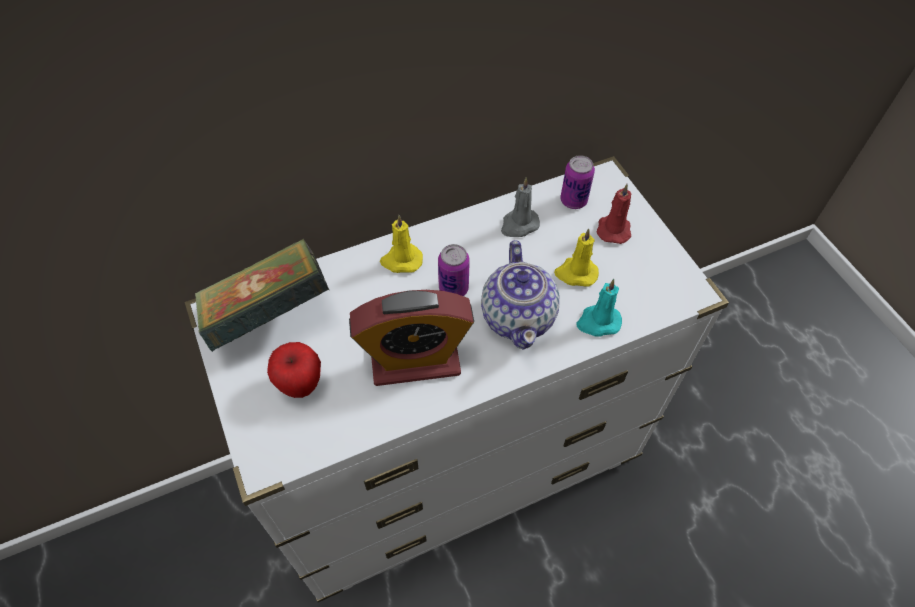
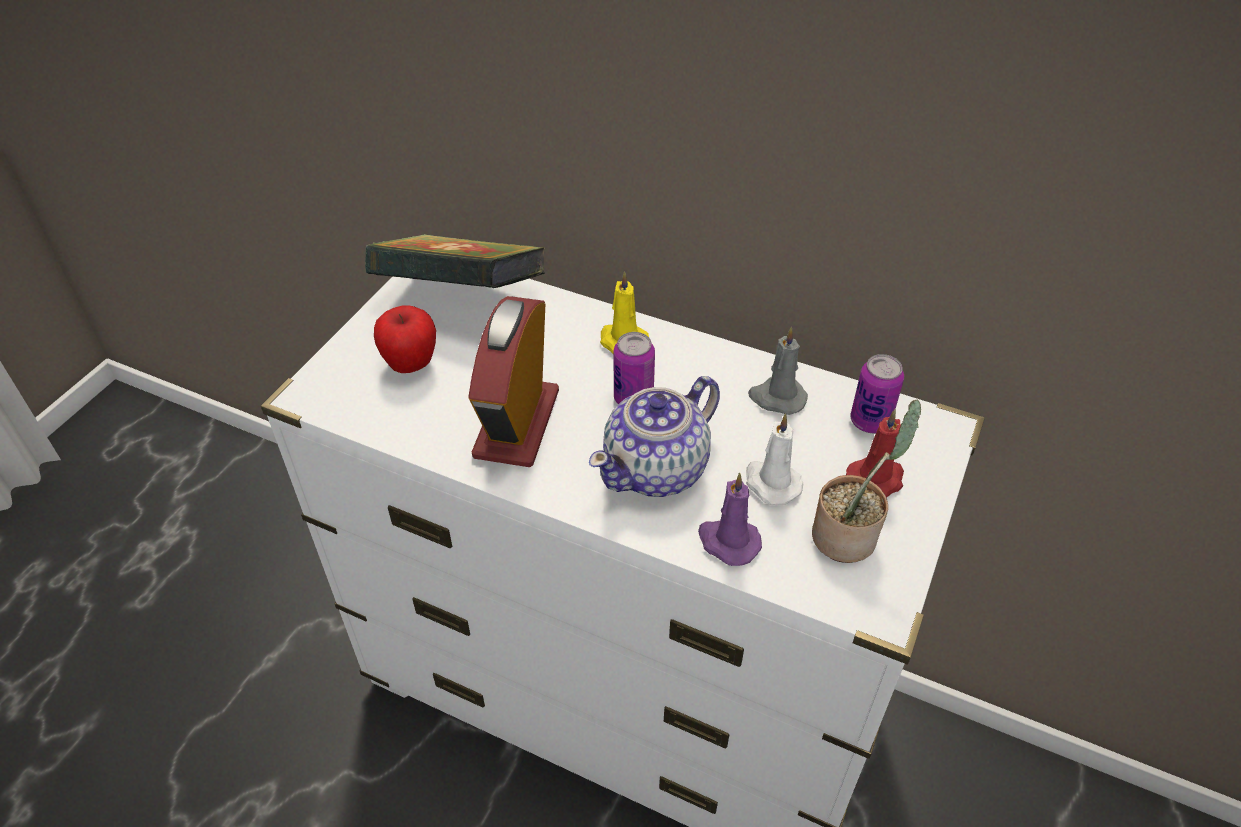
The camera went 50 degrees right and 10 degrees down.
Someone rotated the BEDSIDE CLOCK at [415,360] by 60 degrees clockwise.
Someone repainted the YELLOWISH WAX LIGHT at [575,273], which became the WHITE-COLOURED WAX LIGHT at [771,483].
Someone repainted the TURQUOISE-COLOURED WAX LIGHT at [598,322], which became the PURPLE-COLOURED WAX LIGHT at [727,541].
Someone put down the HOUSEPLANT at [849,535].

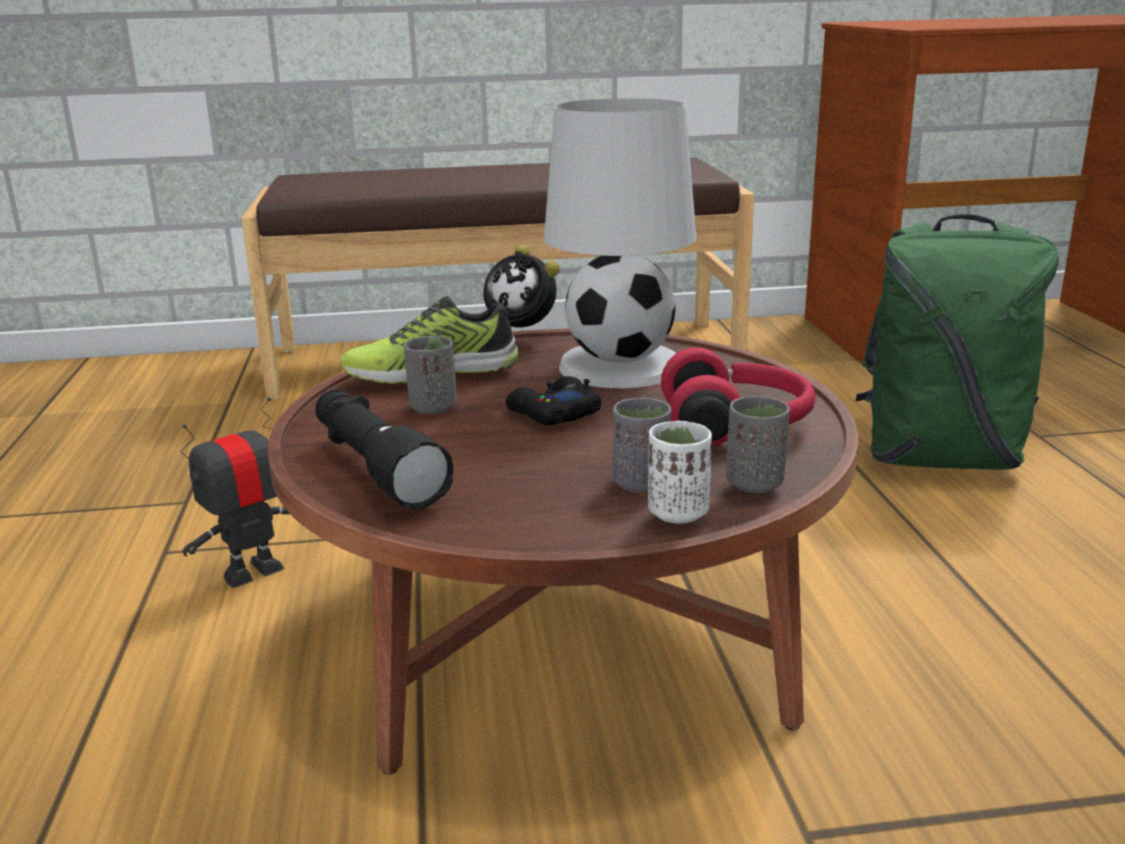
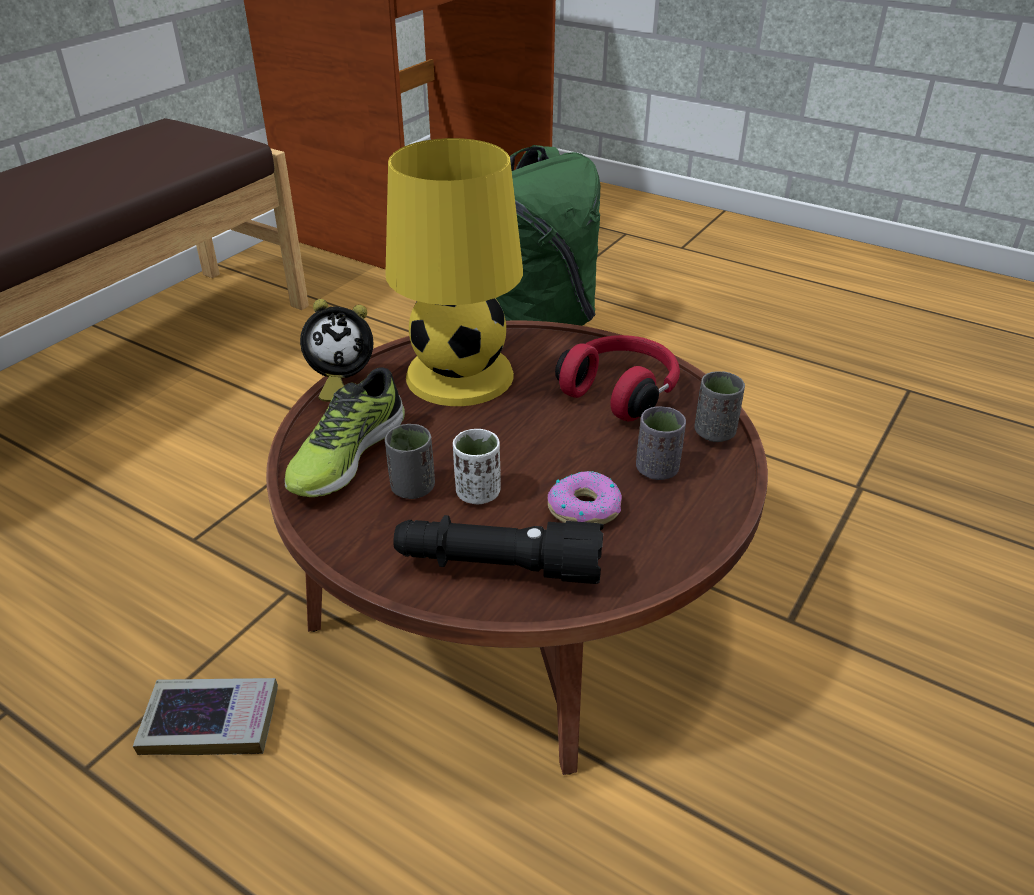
The camera went 50 degrees left and 15 degrees up.
Someone swapped the TOY ROBOT at [252,572] for the VOLUME at [211,722].
Someone took away the BLACKISH JOYPAD at [553,413].
Someone repainted the WHITE-COLOURED TABLE LAMP at [618,366], which became the YELLOWISH TABLE LAMP at [458,375].
Someone carried the WHITE-COLOURED SMALL CUP from [678,513] to [478,493].
Someone put down the DONUT at [584,508].

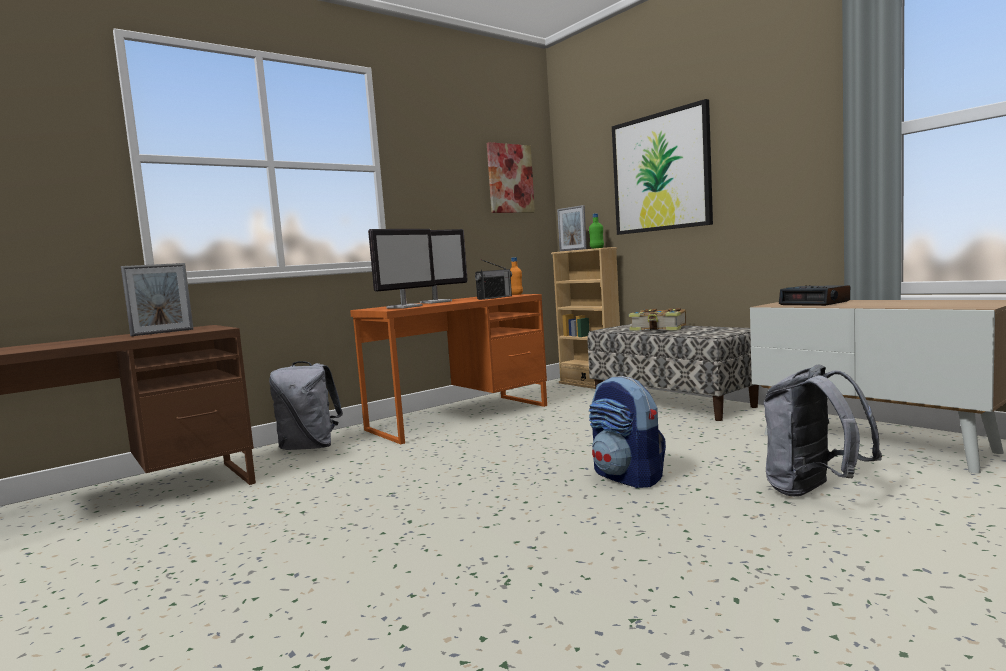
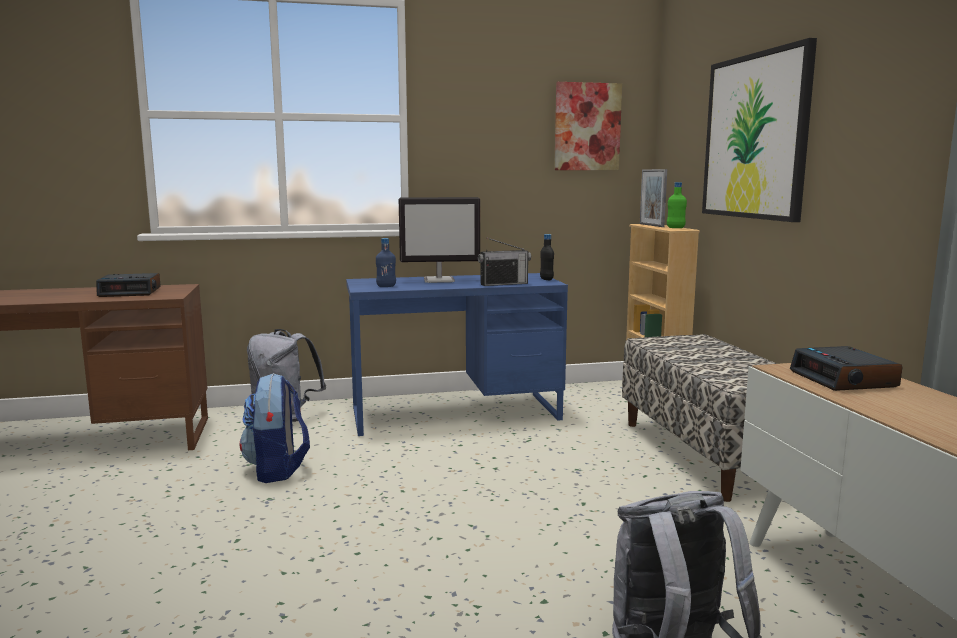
The camera went 25 degrees right and 5 degrees up.
Someone swapped the PHOTO FRAME at [162,332] for the BEDSIDE CLOCK at [131,292].
Someone repainted the ORANGE-COLOURED DESK at [460,417], which became the BLUE-COLOURED DESK at [456,413].
Someone swapped the COMPUTER SCREEN at [405,307] for the BLUE-COLOURED DRINK BOTTLE at [386,286].
Someone repainted the ORANGE-COLOURED DRINK BOTTLE at [516,294], which became the BLACKISH DRINK BOTTLE at [546,279].
Someone carried the RUCKSACK from [628,477] to [277,469].
Someone took away the VOLUME at [659,329].

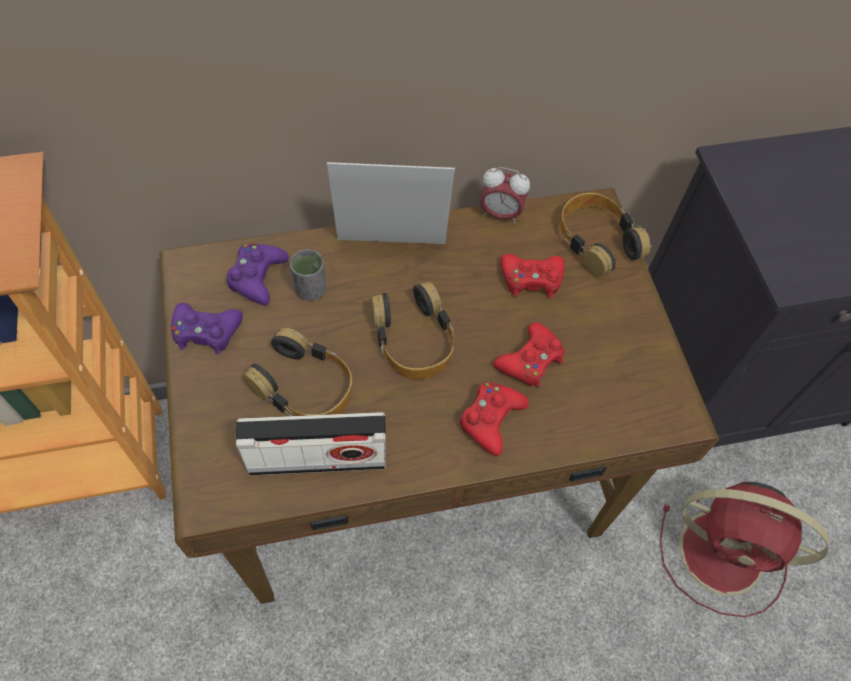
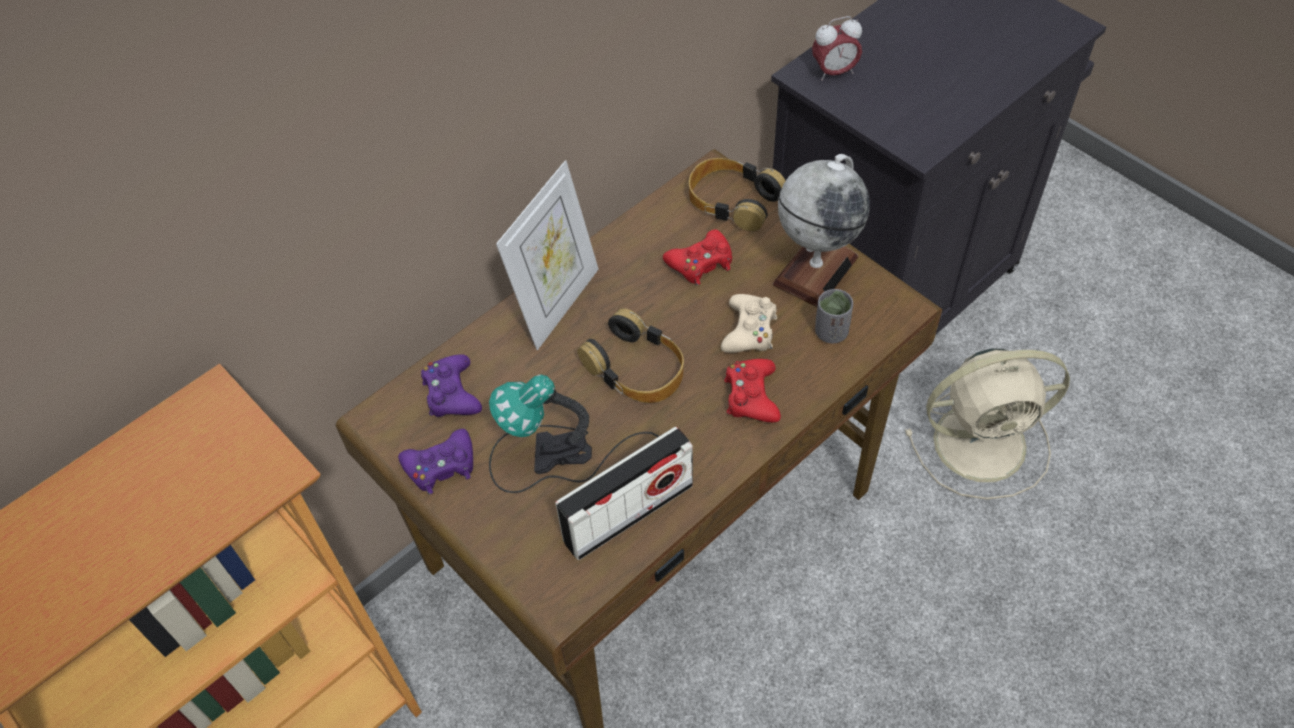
The camera went 25 degrees left and 5 degrees down.
Someone swapped the HEADSET at [304,386] for the TABLE LAMP at [569,460].
Someone carried the GREY SMALL CUP from [310,289] to [831,332].
Someone rotated the PHOTO FRAME at [391,250] by 150 degrees clockwise.
Someone carried the BEDSIDE CLOCK from [500,214] to [834,72].
Someone repainted the RED-COLOURED JOYPAD at [530,361], which became the BEIGE-COLOURED JOYPAD at [749,330].
Someone repainted the RED-COLOURED ELECTRIC FAN at [725,554], which became the BEIGE-COLOURED ELECTRIC FAN at [984,442].
Someone put down the WORLD GLOBE at [815,270].

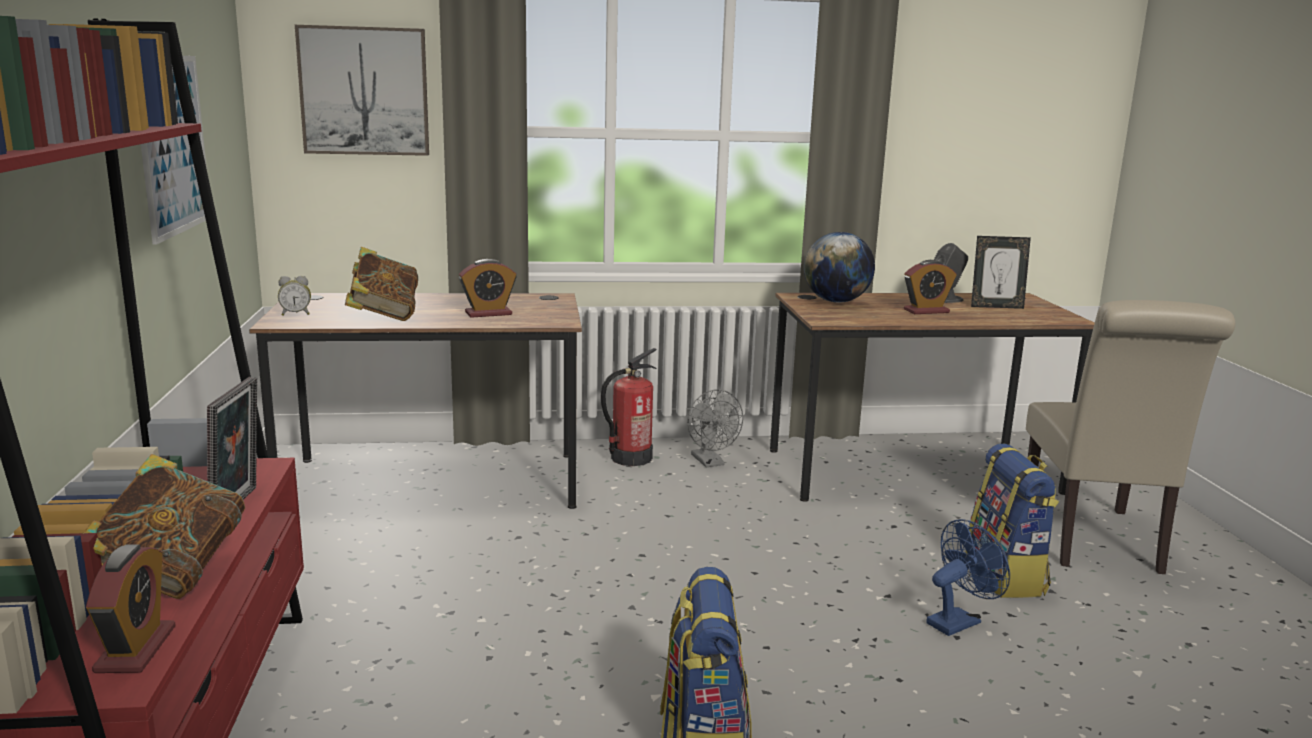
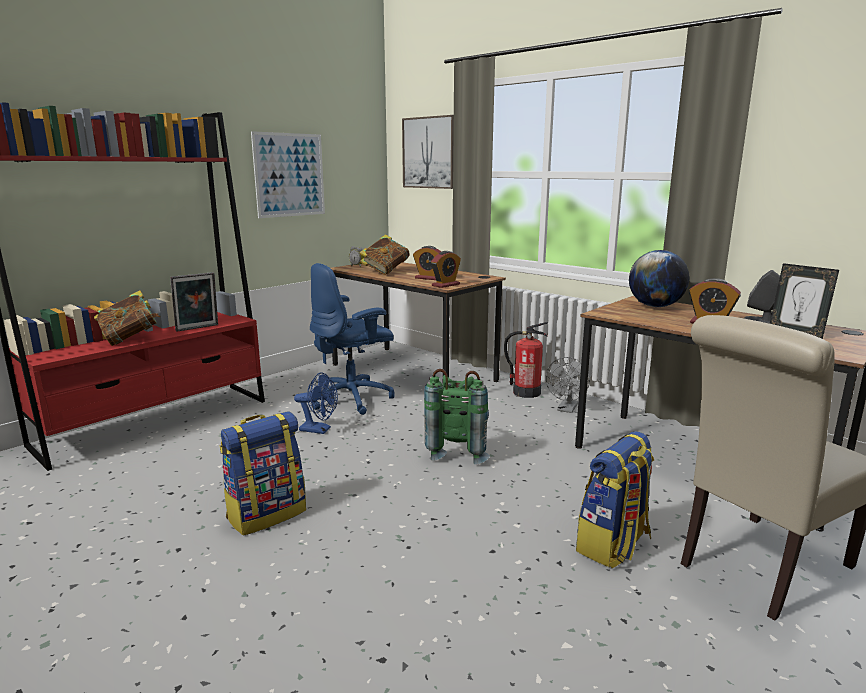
The camera went 50 degrees right and 0 degrees up.
Someone carried the BEDSIDE CLOCK from [136,649] to [445,285].
Someone carried the BLUE-COLOURED ELECTRIC FAN from [958,621] to [319,430].
Someone put down the BLUE-COLOURED OFFICE CHAIR at [353,399].
Someone put down the GREEN RUCKSACK at [458,450].

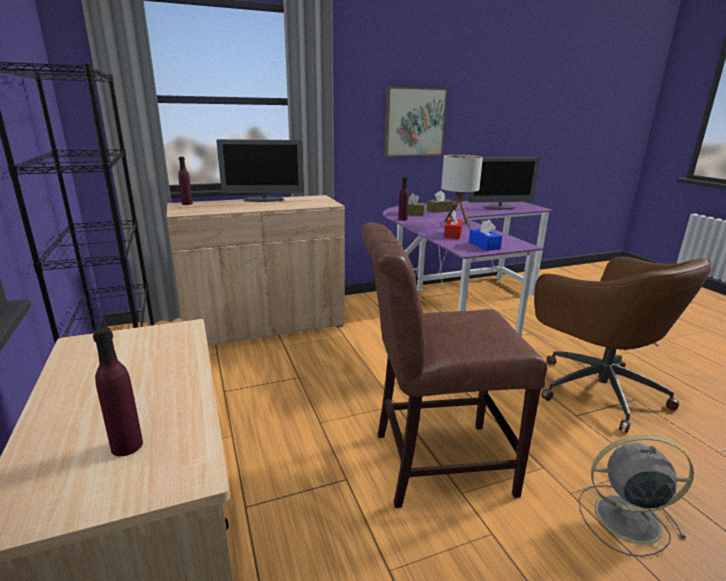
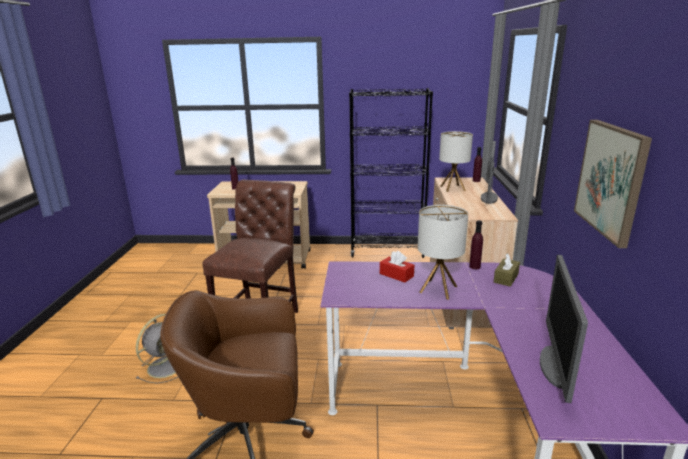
The camera went 115 degrees right and 0 degrees up.
Someone took away the BROWN TISSUE HOLDER at [439,210].
Someone took away the BLUE-COLOURED TISSUE HOLDER at [484,245].
Someone put down the TABLE LAMP at [452,188].

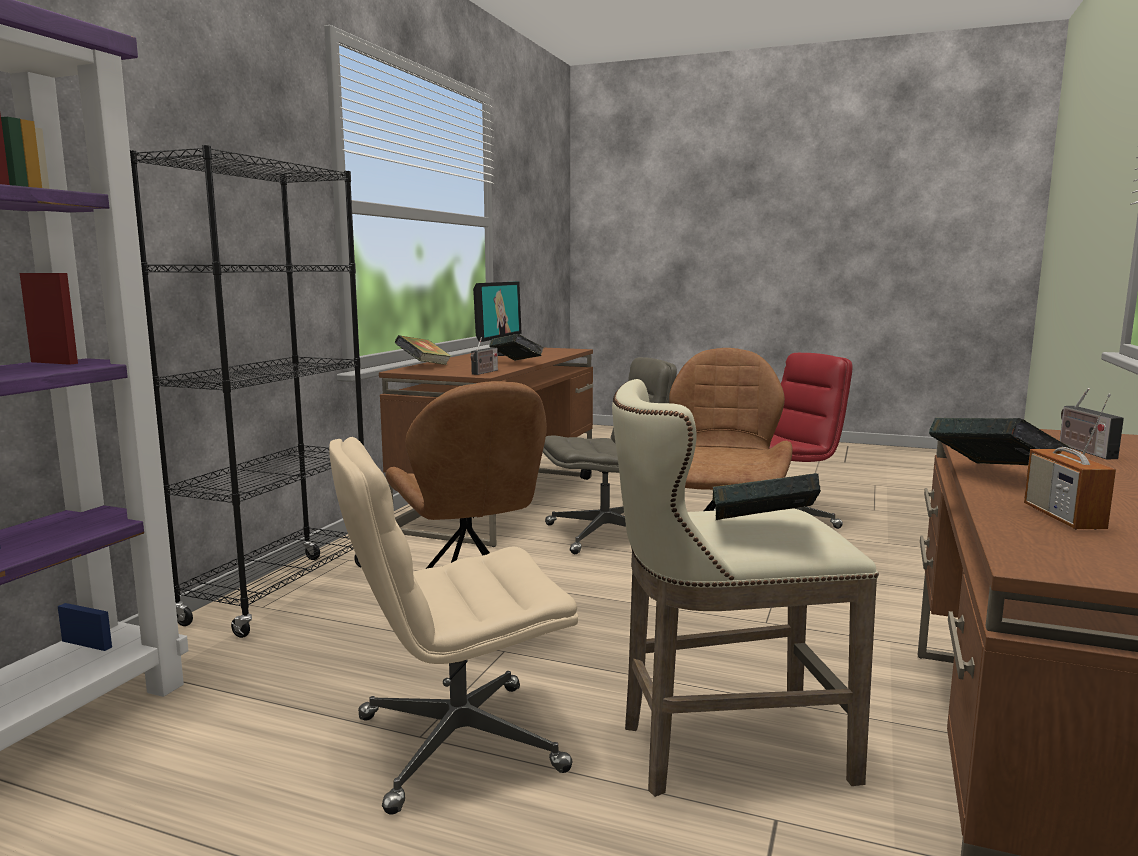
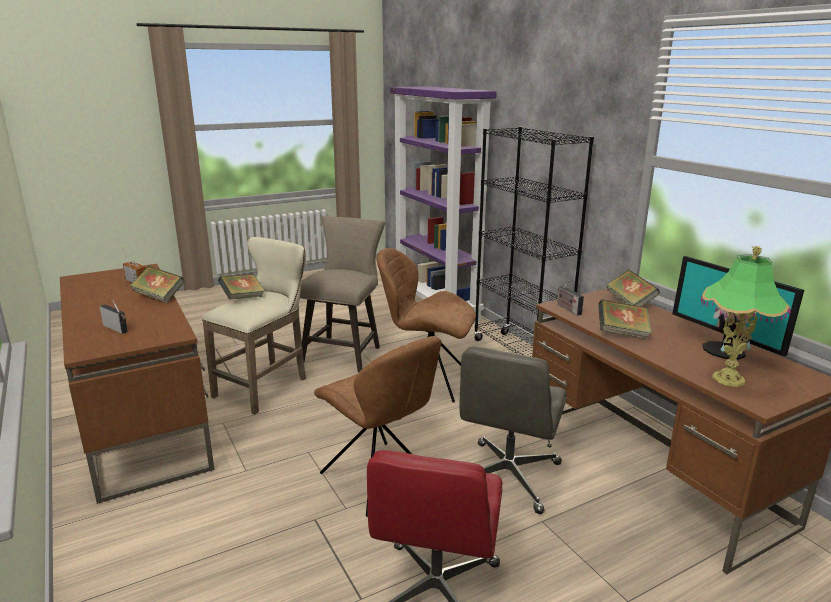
The camera went 130 degrees right and 10 degrees up.
Someone swapped the BEIGE-COLOURED OFFICE CHAIR at [456,745] for the BEIGE-COLOURED STOOL SEAT at [344,352].
Someone put down the TABLE LAMP at [728,379].

